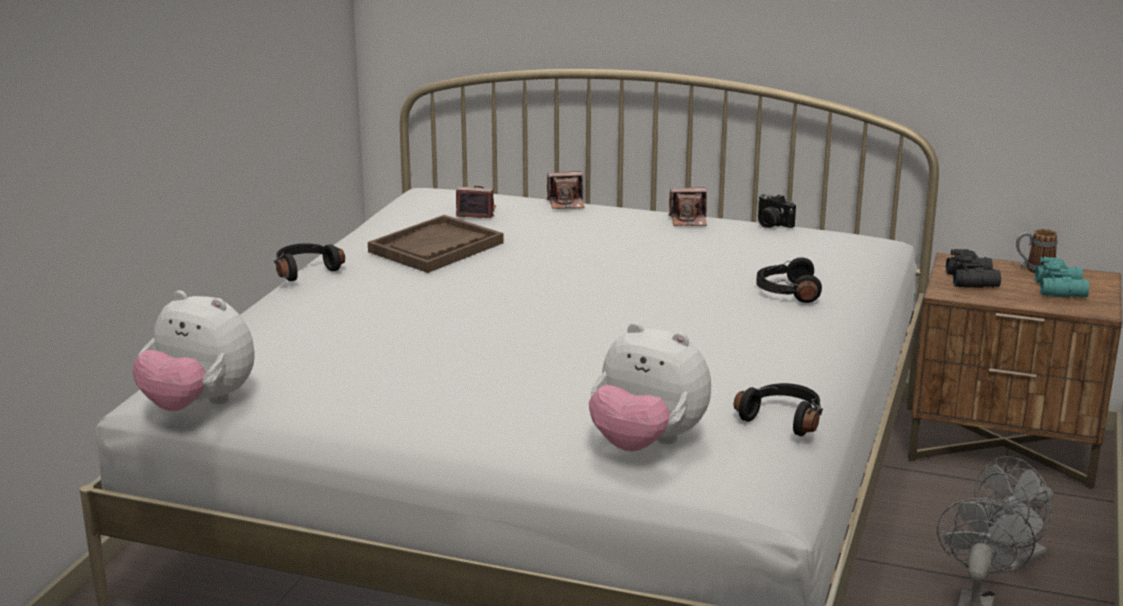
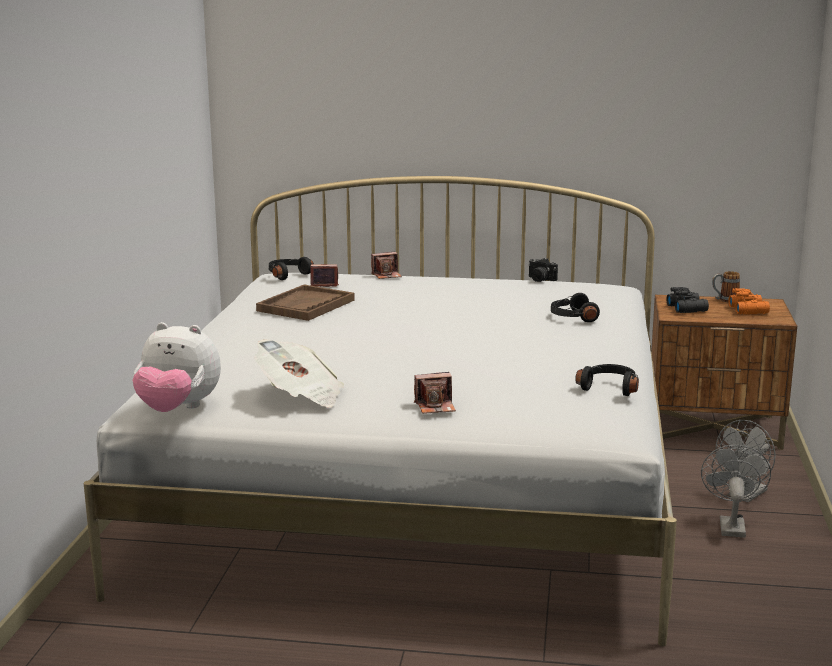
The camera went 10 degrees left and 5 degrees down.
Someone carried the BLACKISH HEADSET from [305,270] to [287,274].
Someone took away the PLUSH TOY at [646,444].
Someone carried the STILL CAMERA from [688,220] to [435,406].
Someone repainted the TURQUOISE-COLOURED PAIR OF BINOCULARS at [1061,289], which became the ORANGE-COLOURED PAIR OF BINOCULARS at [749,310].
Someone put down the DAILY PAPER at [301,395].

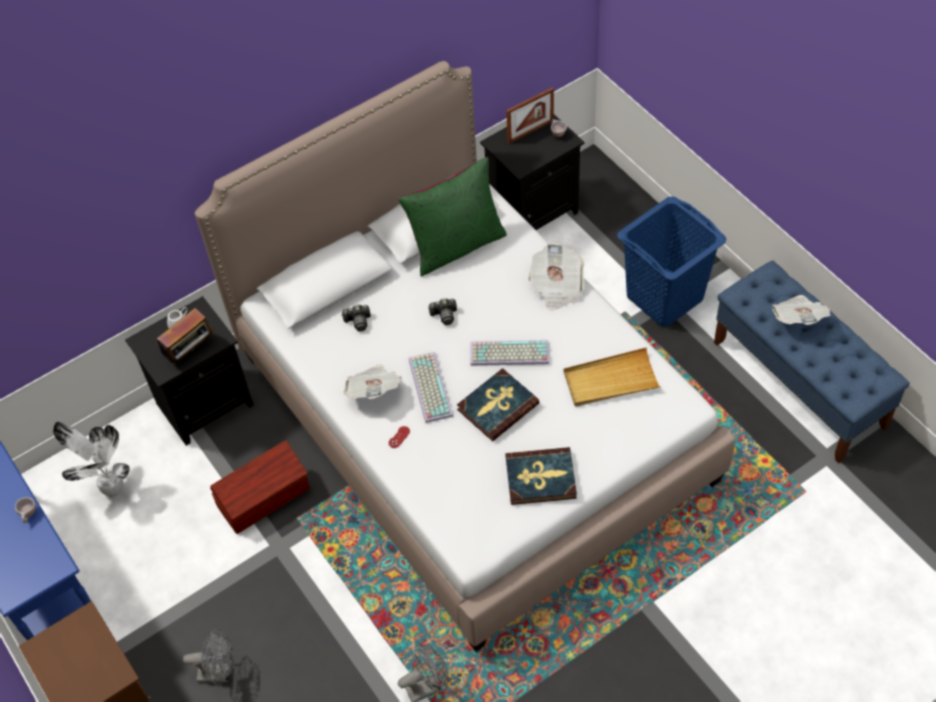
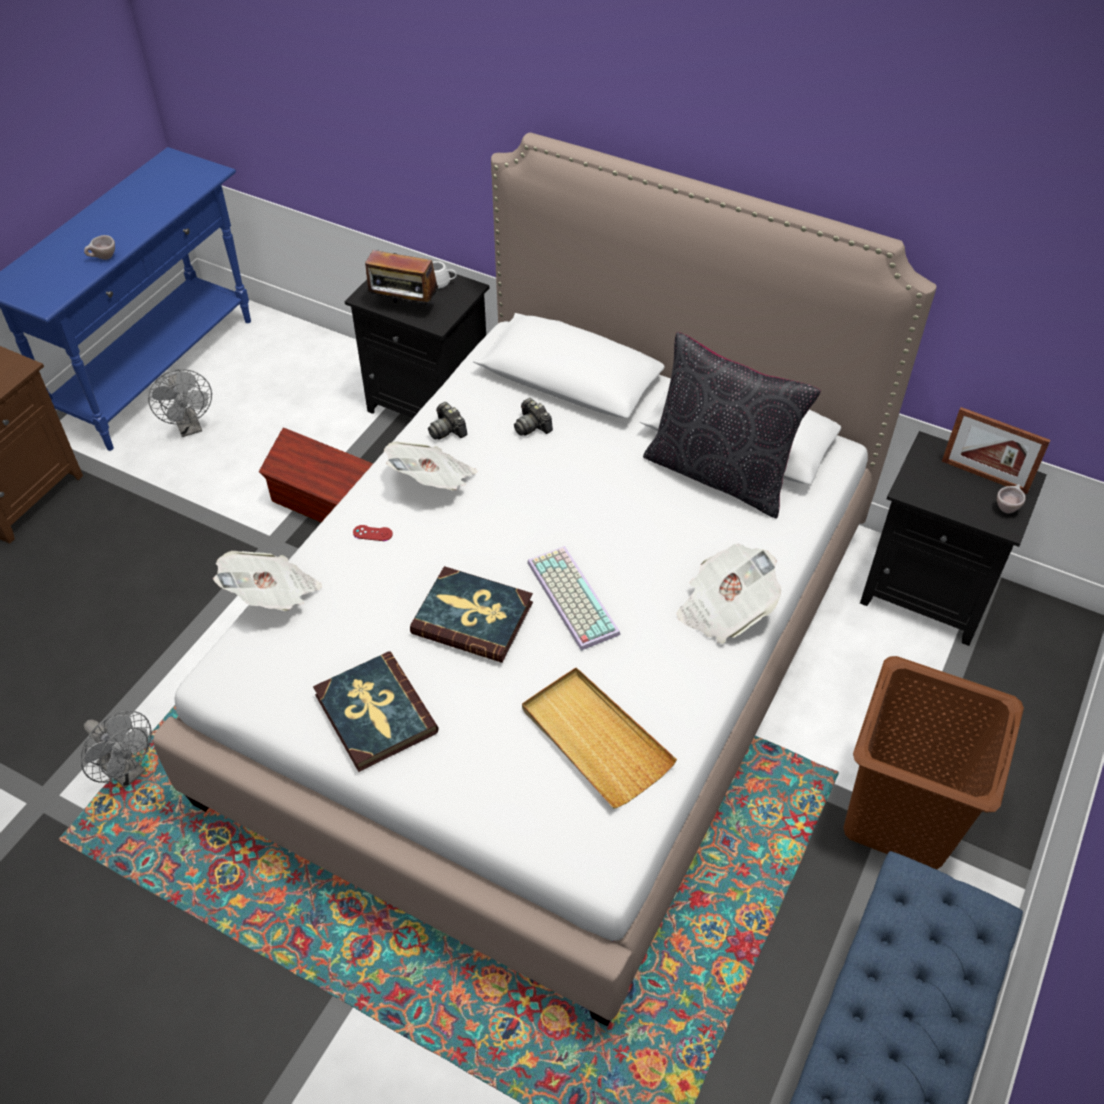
The camera went 60 degrees right and 5 degrees down.
Someone took away the HOUSEPLANT at [112,489].
Someone carried the GREY ELECTRIC FAN from [219,673] to [190,427].
Someone repainted the GREEN THROW PILLOW at [456,246], which became the BLACKISH THROW PILLOW at [719,473].
Someone took away the PC KEYBOARD at [428,386].
Someone carried the STILL CAMERA from [444,315] to [447,430].
Someone repainted the BLUE-COLOURED LAUNDRY BASKET at [665,297], which became the BROWN LAUNDRY BASKET at [901,817].
Someone carried the DAILY PAPER from [798,319] to [273,595].

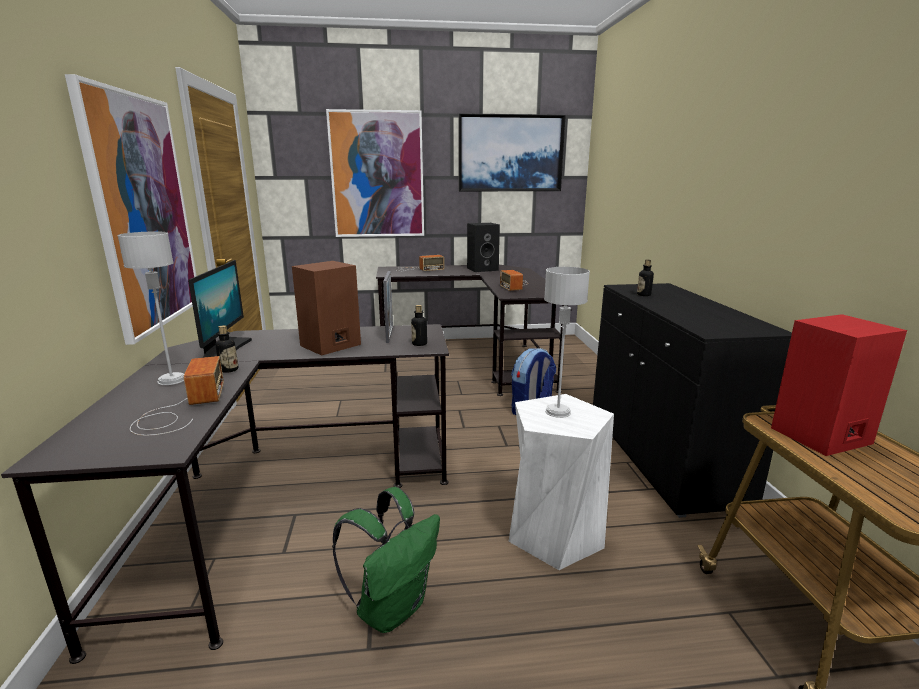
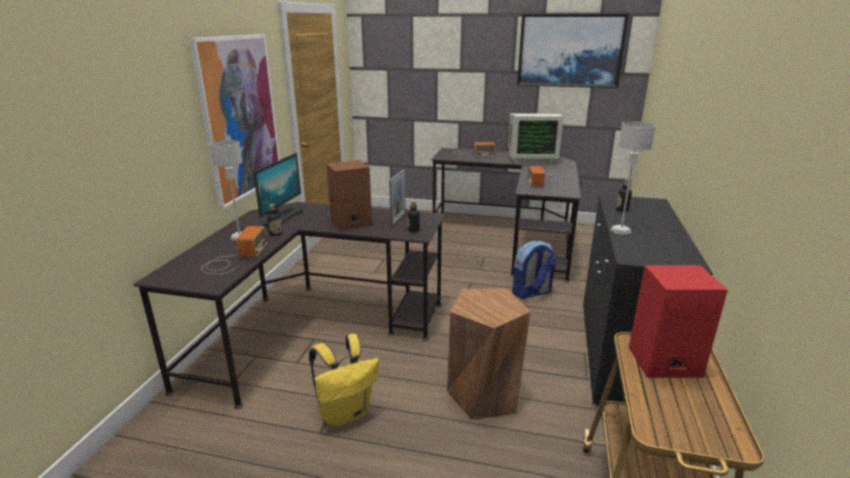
The camera went 20 degrees right and 5 degrees up.
Someone took away the WALL PICTURE at [377,175].
Someone repainted the GREEN RUCKSACK at [392,607], which became the YELLOWISH RUCKSACK at [345,413].
Someone swapped the BLACKISH AUDIO SPEAKER at [483,269] for the COMPUTER SCREEN at [530,158].
Someone repainted the WHITE-COLOURED STOOL SEAT at [554,534], which became the BROWN STOOL SEAT at [484,394].
Someone carried the GREY TABLE LAMP from [558,411] to [621,230].

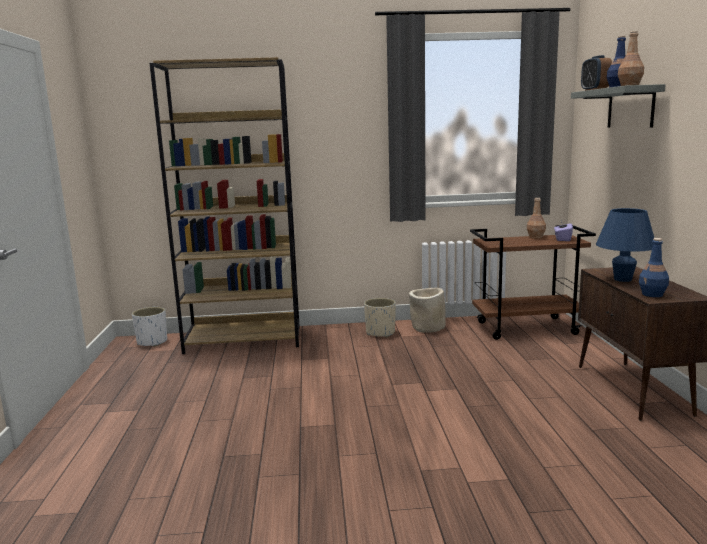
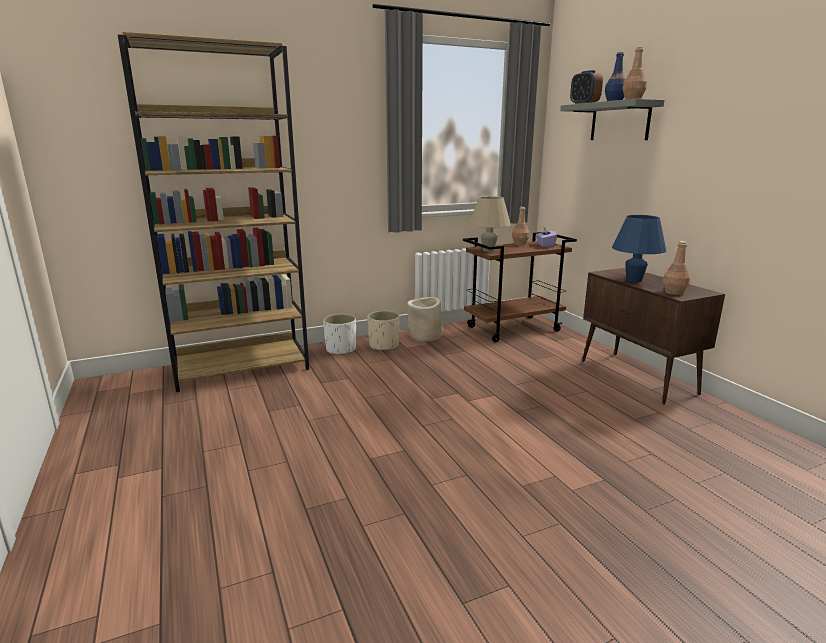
The camera went 20 degrees left and 5 degrees up.
Someone carried the WHITE-COLOURED PLANTER from [152,342] to [341,350].
Someone repainted the BLUE-COLOURED DRINK BOTTLE at [652,294], which became the BROWN DRINK BOTTLE at [674,292].
Someone put down the BEIGE-COLOURED TABLE LAMP at [488,250].

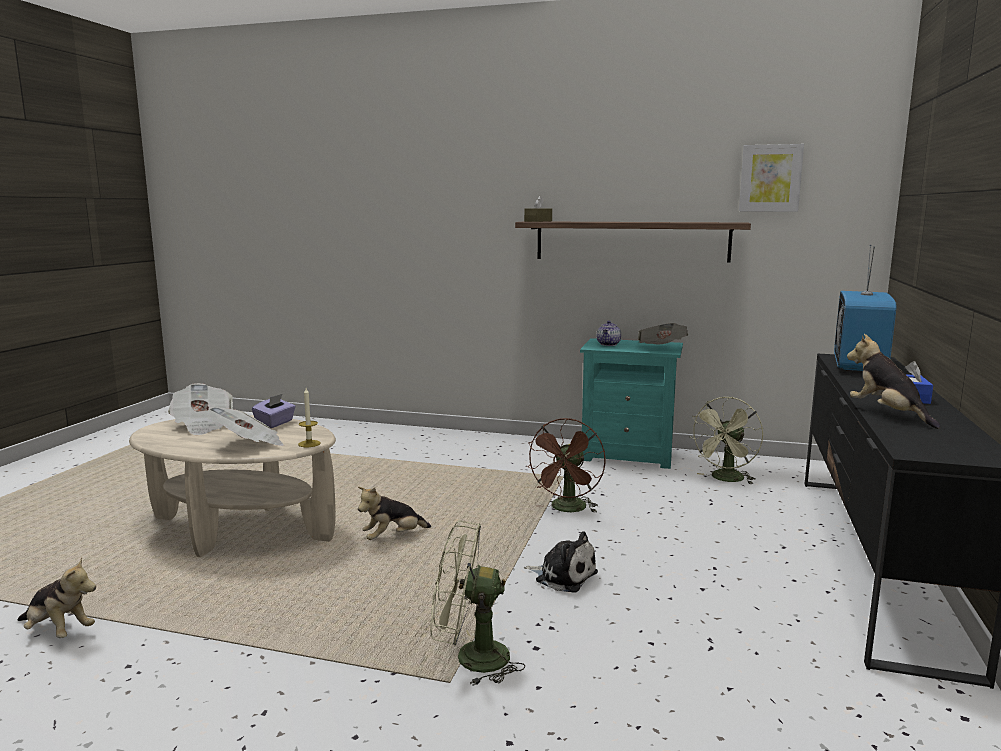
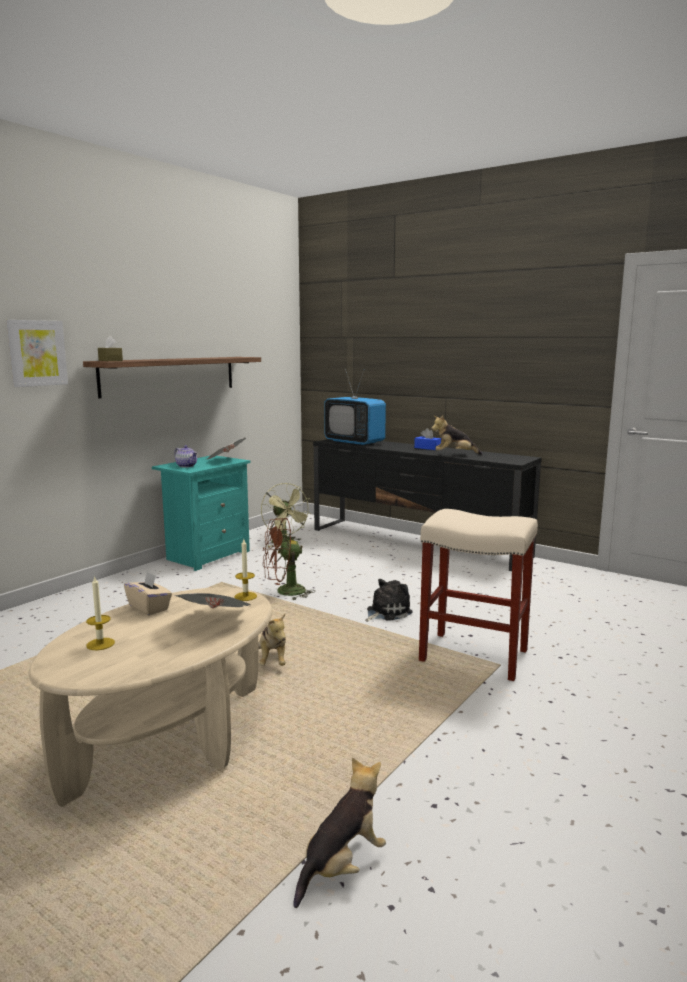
The camera went 70 degrees left and 0 degrees up.
Someone swapped the DAILY PAPER at [203,425] for the WAX LIGHT at [100,644].
Someone repainted the PURPLE-COLOURED TISSUE HOLDER at [275,423], which became the BEIGE-COLOURED TISSUE HOLDER at [149,608].
Someone swapped the GREEN ELECTRIC FAN at [470,658] for the BEIGE-COLOURED STOOL SEAT at [475,655].
Someone rotated the BROWN ELECTRIC FAN at [567,509] by 120 degrees clockwise.
Someone carried the WALL PICTURE from [770,178] to [37,353].

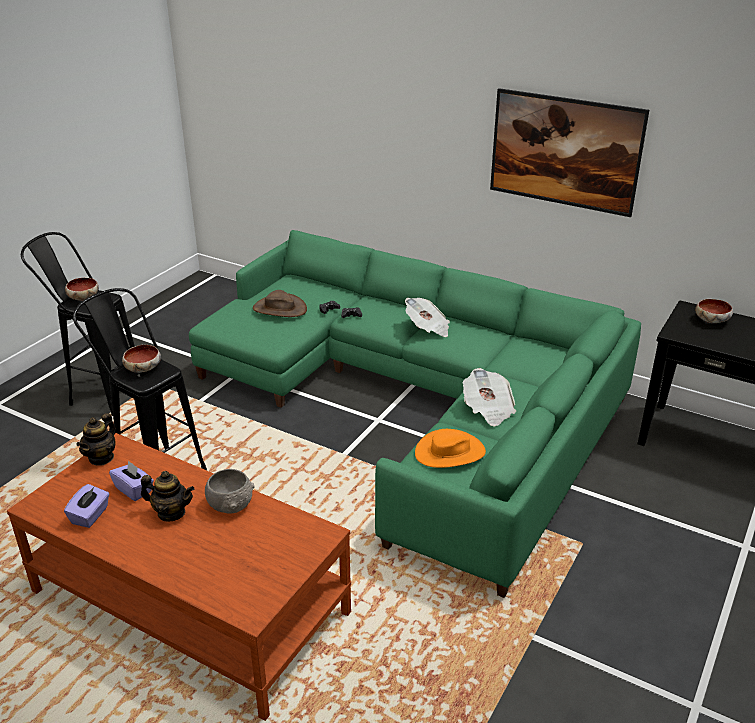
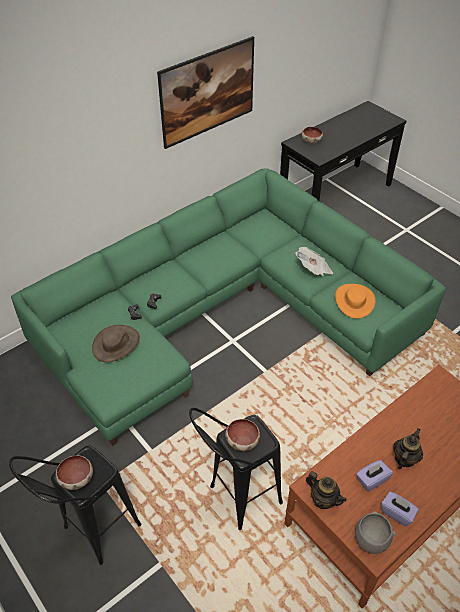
The camera went 70 degrees left and 15 degrees up.
Someone carried the GREY SERVING BOWL from [230,505] to [371,539].
Someone took away the DAILY PAPER at [428,328].

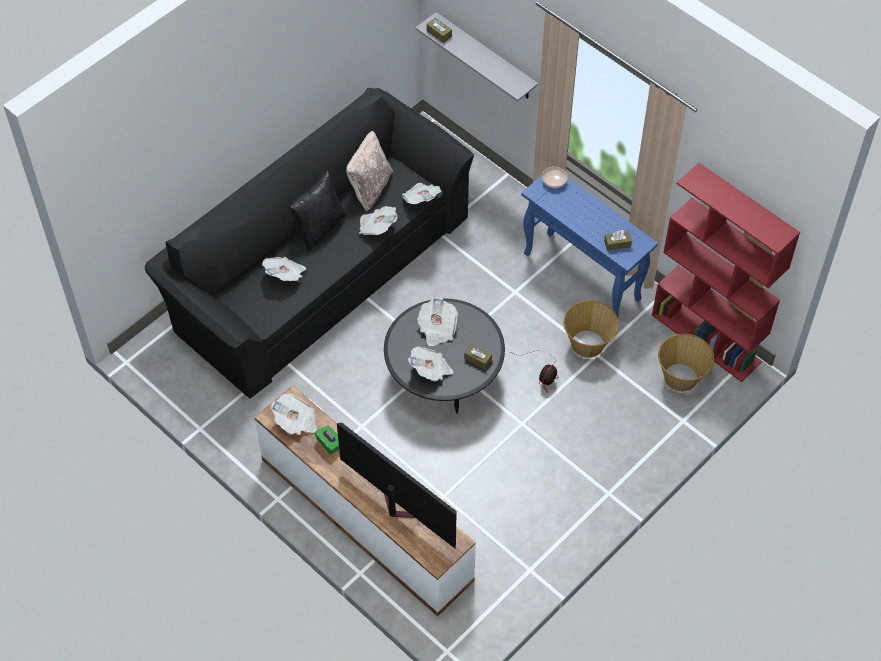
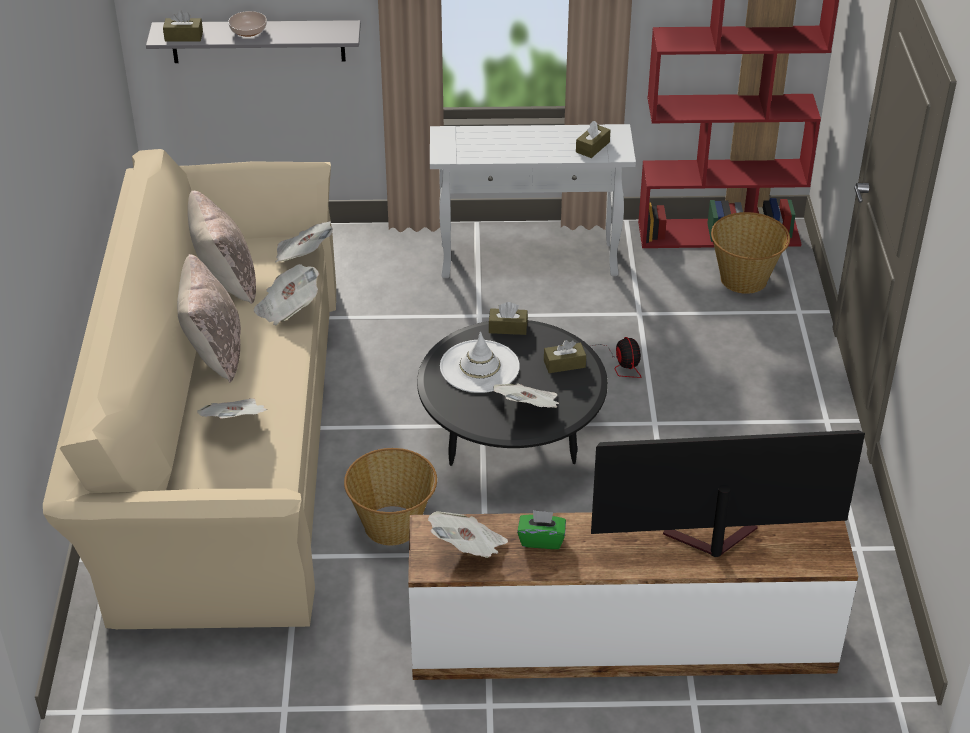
The camera went 45 degrees left and 15 degrees down.
Someone repainted the BLACKISH COUCH at [316,268], which became the BEIGE-COLOURED COUCH at [217,439].
Someone repainted the BLACKISH THROW PILLOW at [319,227], which became the BEIGE-COLOURED THROW PILLOW at [214,352].
Someone swapped the DAILY PAPER at [437,329] for the WHITE-COLOURED WEARABLE HAT at [479,367].
Someone repainted the BLUE-COLOURED CONSOLE TABLE at [583,277], which became the WHITE-COLOURED CONSOLE TABLE at [530,260].
Someone carried the SERVING BOWL from [554,181] to [249,31].
Someone carried the HOUSEHOLD BASKET from [588,344] to [393,525].
Someone put down the BROWN TISSUE HOLDER at [508,327].

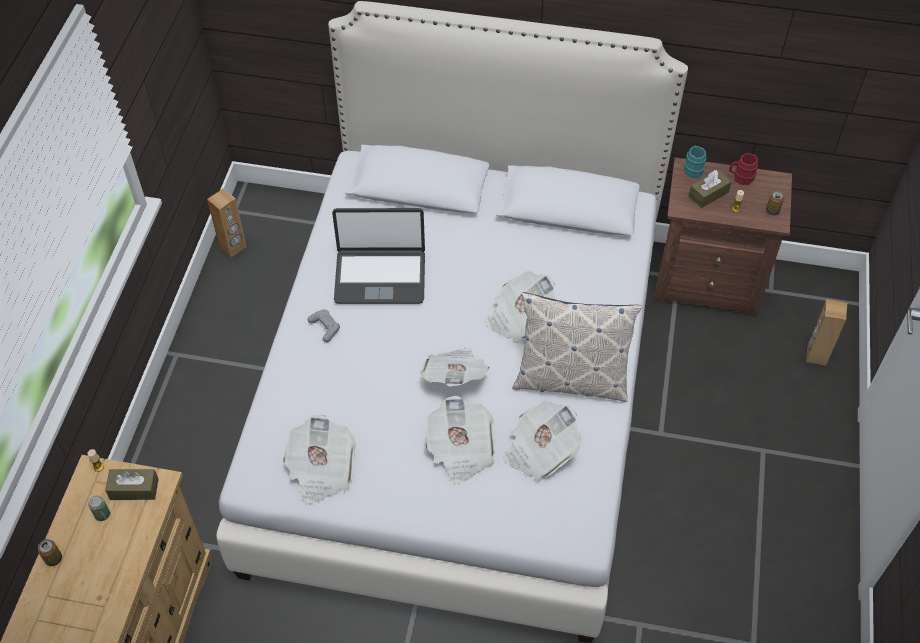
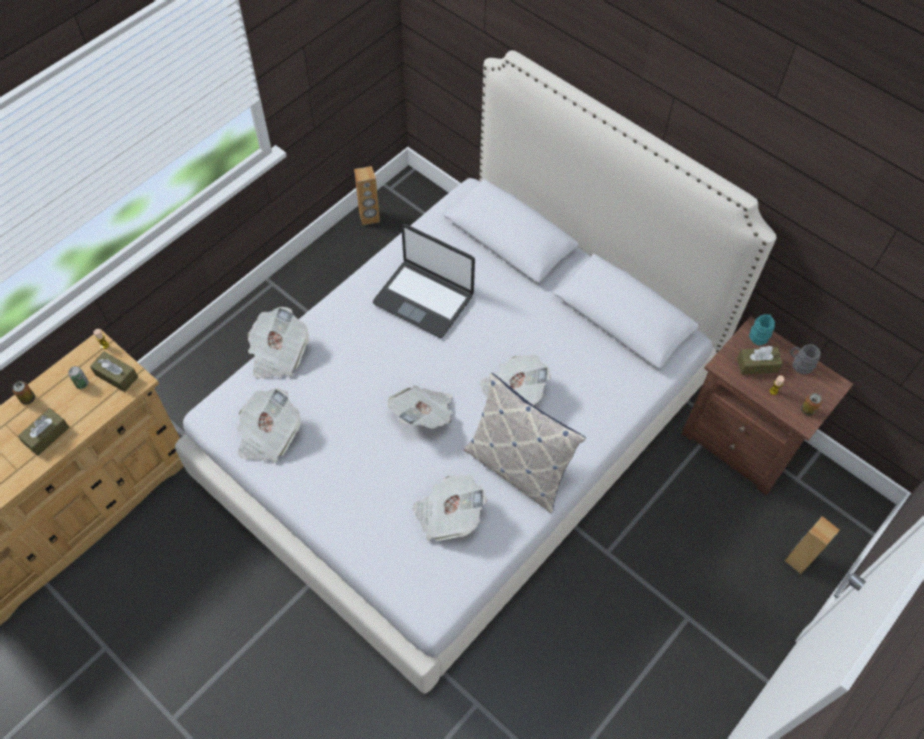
The camera went 30 degrees right and 5 degrees up.
Someone took away the GREY JOYPAD at [325,327].
Someone carried the DAILY PAPER from [460,450] to [278,354].
Someone repainted the RED-COLOURED MUG at [740,177], which became the GREY MUG at [799,364].
Someone put down the BROWN TISSUE HOLDER at [47,435].

